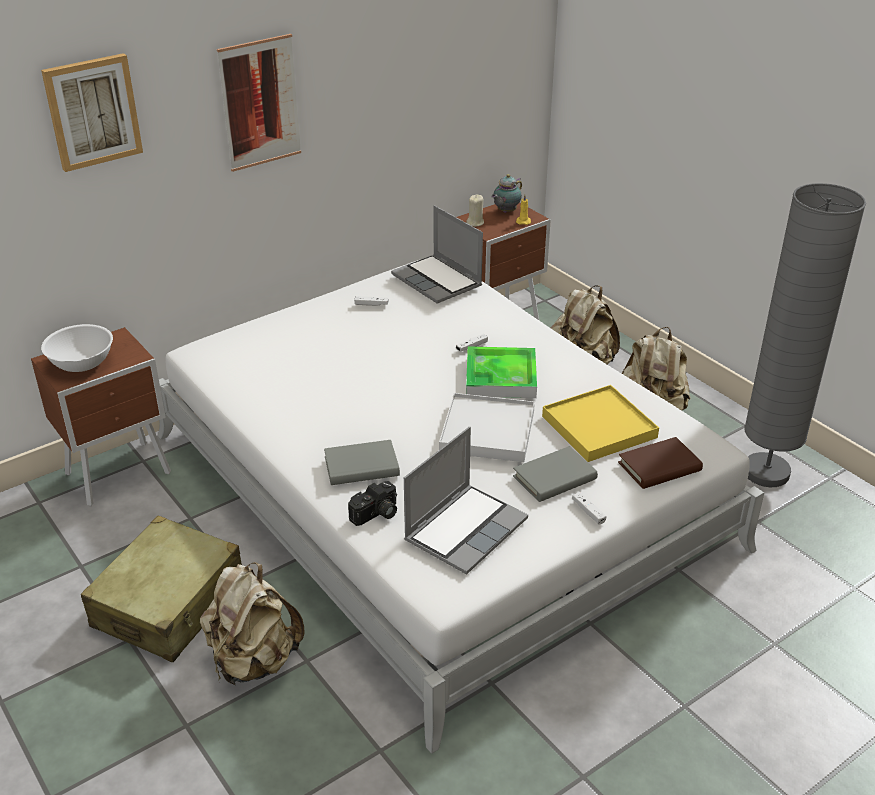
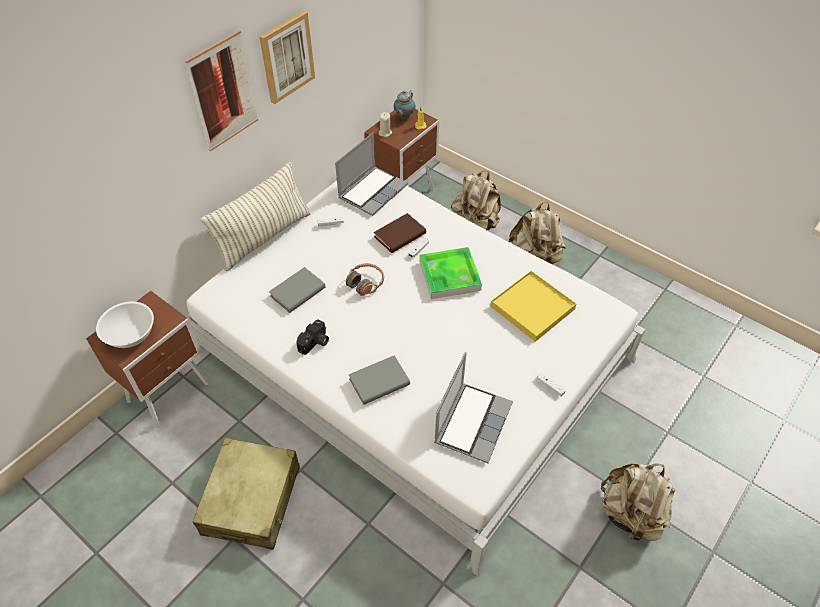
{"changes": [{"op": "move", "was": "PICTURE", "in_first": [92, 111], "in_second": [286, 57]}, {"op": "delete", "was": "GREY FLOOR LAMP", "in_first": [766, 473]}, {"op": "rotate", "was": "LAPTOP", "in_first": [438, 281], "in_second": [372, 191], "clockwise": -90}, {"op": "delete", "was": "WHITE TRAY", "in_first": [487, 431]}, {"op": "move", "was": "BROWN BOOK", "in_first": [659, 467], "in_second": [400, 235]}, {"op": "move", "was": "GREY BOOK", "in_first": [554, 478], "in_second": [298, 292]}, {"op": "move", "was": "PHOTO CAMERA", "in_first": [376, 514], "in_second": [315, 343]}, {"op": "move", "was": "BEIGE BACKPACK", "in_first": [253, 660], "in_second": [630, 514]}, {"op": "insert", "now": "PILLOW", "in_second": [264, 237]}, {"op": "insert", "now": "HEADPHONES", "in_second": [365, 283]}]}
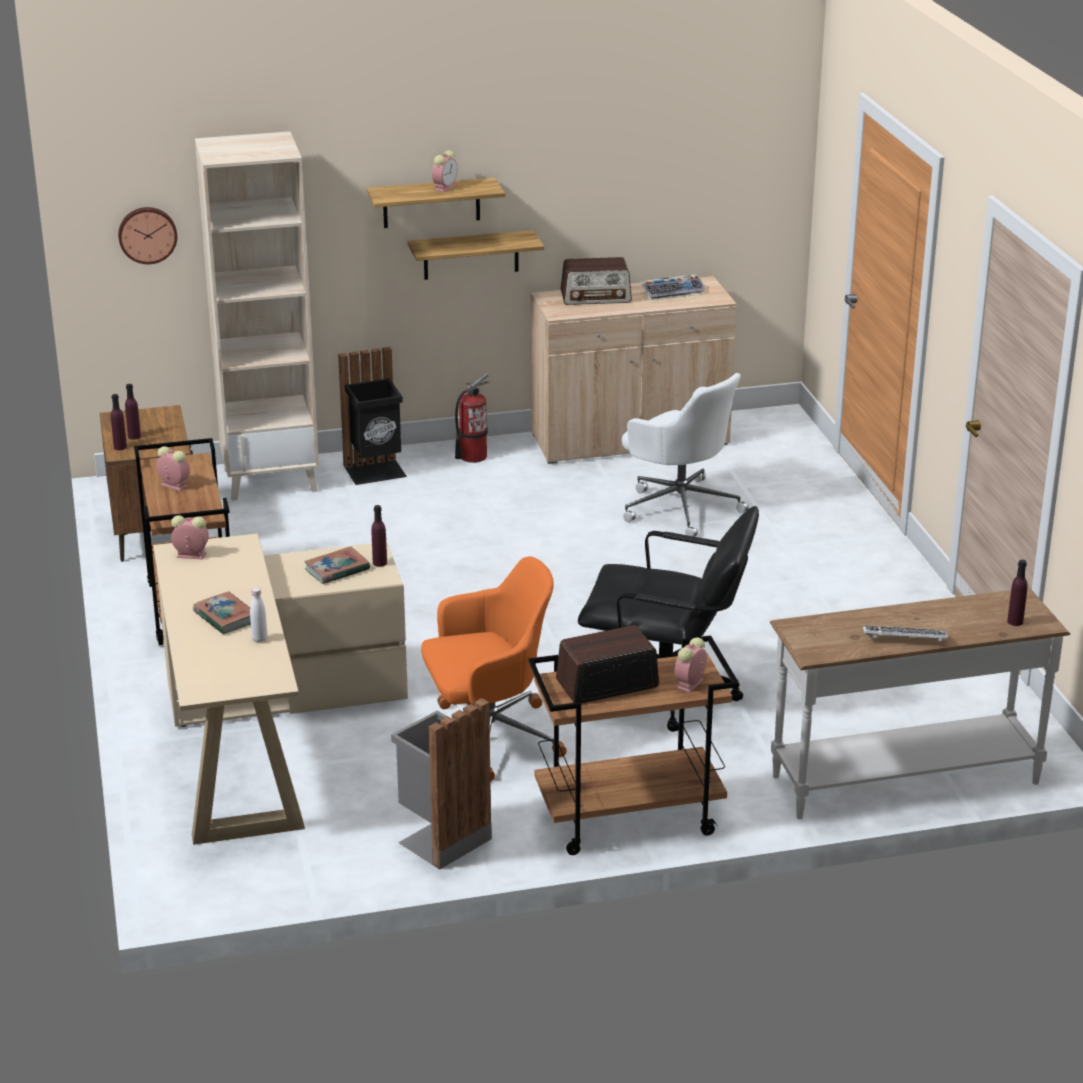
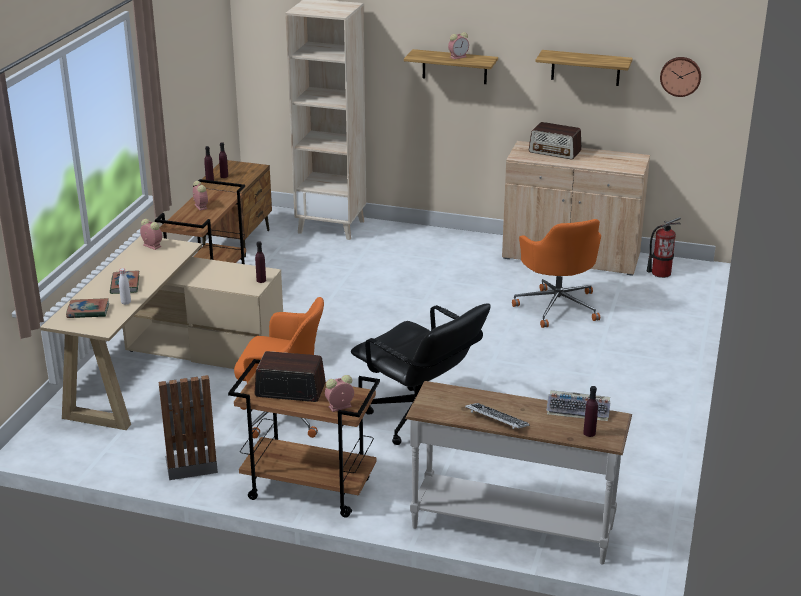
{"changes": [{"op": "move", "was": "WALL CLOCK", "in_first": [147, 234], "in_second": [680, 76]}, {"op": "move", "was": "SHELF", "in_first": [471, 255], "in_second": [585, 68]}, {"op": "move", "was": "KEYBOARD", "in_first": [673, 292], "in_second": [579, 410]}, {"op": "delete", "was": "BLACK TRASH CAN", "in_first": [376, 472]}, {"op": "move", "was": "FIRE EXTINGUISHER", "in_first": [472, 456], "in_second": [660, 273]}, {"op": "recolor", "was": "WHITE OFFICE CHAIR", "now": "ORANGE OFFICE CHAIR", "in_first": [680, 507], "in_second": [557, 306]}, {"op": "move", "was": "BOOK", "in_first": [337, 569], "in_second": [88, 311]}]}
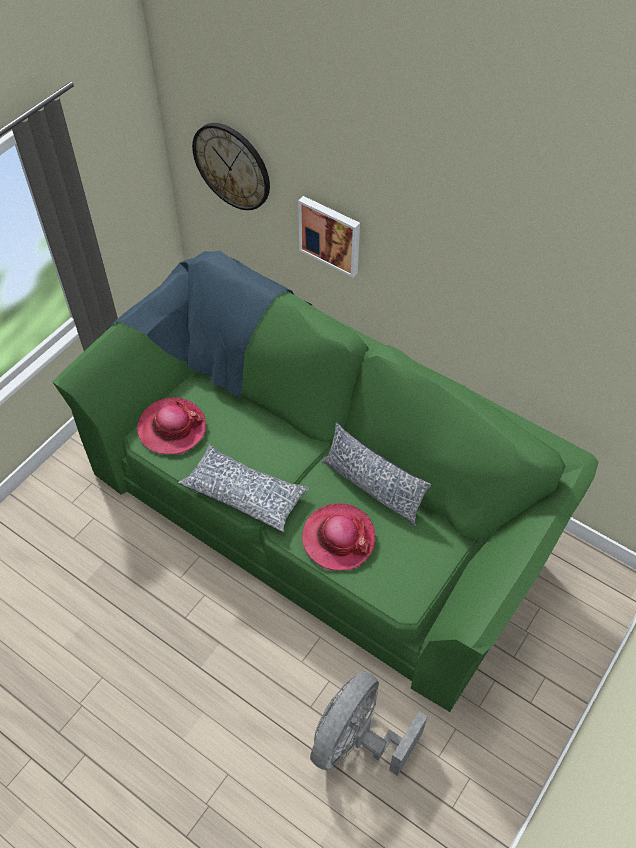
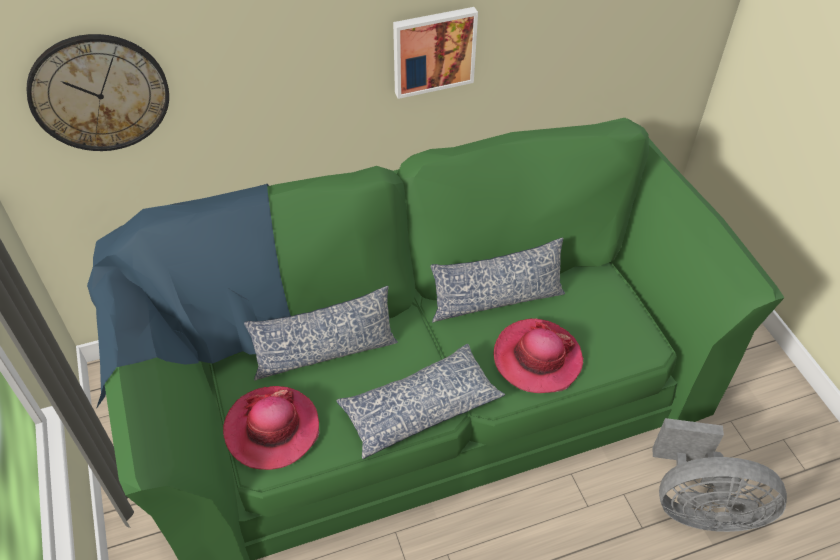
{"changes": [{"op": "move", "was": "PICTURE", "in_first": [330, 235], "in_second": [433, 51]}, {"op": "rotate", "was": "GREY FAN", "in_first": [357, 740], "in_second": [700, 507], "clockwise": -60}, {"op": "insert", "now": "PILLOW", "in_second": [325, 353]}]}
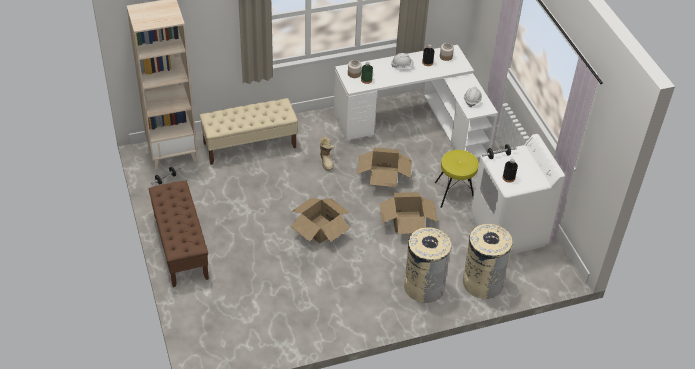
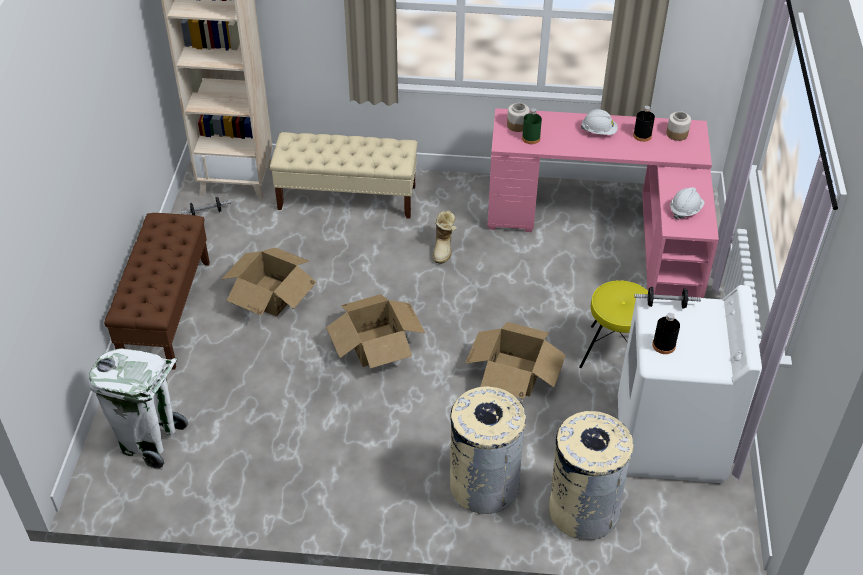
{"changes": [{"op": "recolor", "was": "WHITE DESK", "now": "PINK DESK", "in_first": [416, 123], "in_second": [611, 231]}, {"op": "move", "was": "CARDBOARD BOX", "in_first": [384, 176], "in_second": [271, 295]}, {"op": "insert", "now": "WHITE TRASH CAN", "in_second": [150, 440]}]}
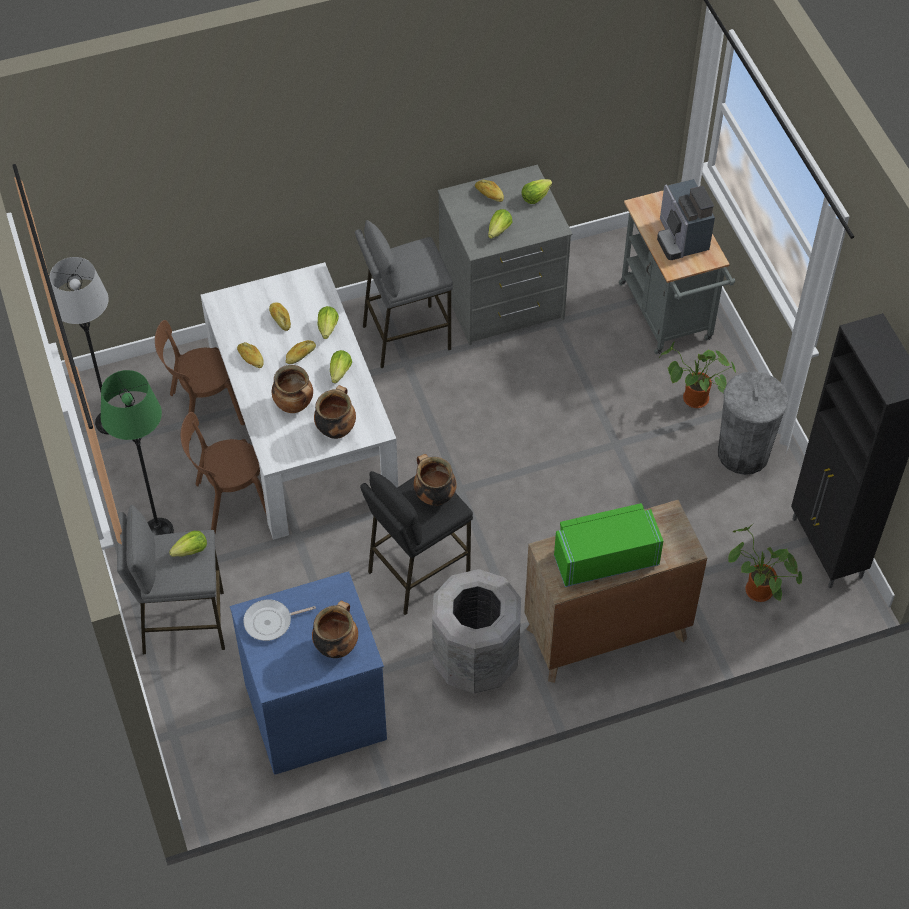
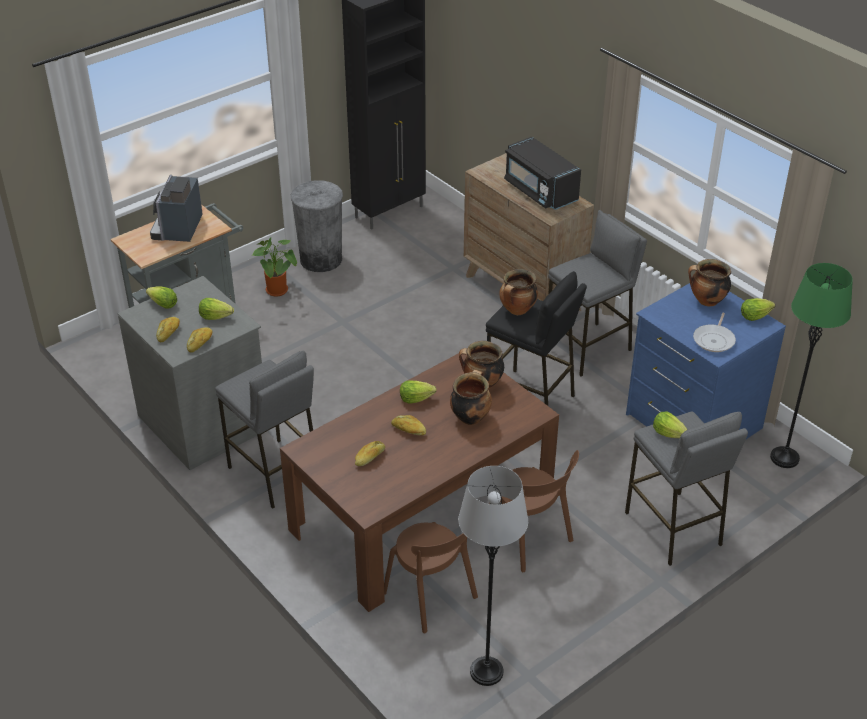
{"changes": [{"op": "rotate", "was": "COFFEE MACHINE", "in_first": [681, 238], "in_second": [178, 229], "clockwise": 135}, {"op": "recolor", "was": "WHITE DINING TABLE", "now": "BROWN DINING TABLE", "in_first": [302, 431], "in_second": [422, 513]}, {"op": "move", "was": "LETTUCE", "in_first": [328, 328], "in_second": [754, 316]}, {"op": "move", "was": "BREAD", "in_first": [250, 358], "in_second": [200, 343]}, {"op": "move", "was": "GREEN FLOOR LAMP", "in_first": [158, 531], "in_second": [784, 458]}, {"op": "recolor", "was": "GREEN MICROWAVE", "now": "BLACK MICROWAVE", "in_first": [605, 559], "in_second": [539, 191]}, {"op": "delete", "was": "POTTED PLANT", "in_first": [755, 591]}, {"op": "replace", "was": "GREY TRASH CAN", "now": "GREY STOOL", "in_first": [475, 661], "in_second": [589, 349]}, {"op": "rotate", "was": "FRYING PAN", "in_first": [271, 622], "in_second": [714, 340], "clockwise": 60}]}
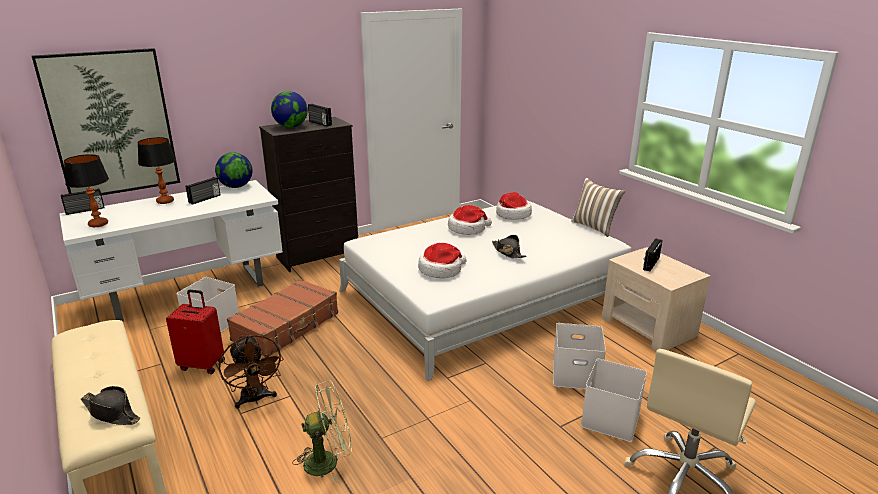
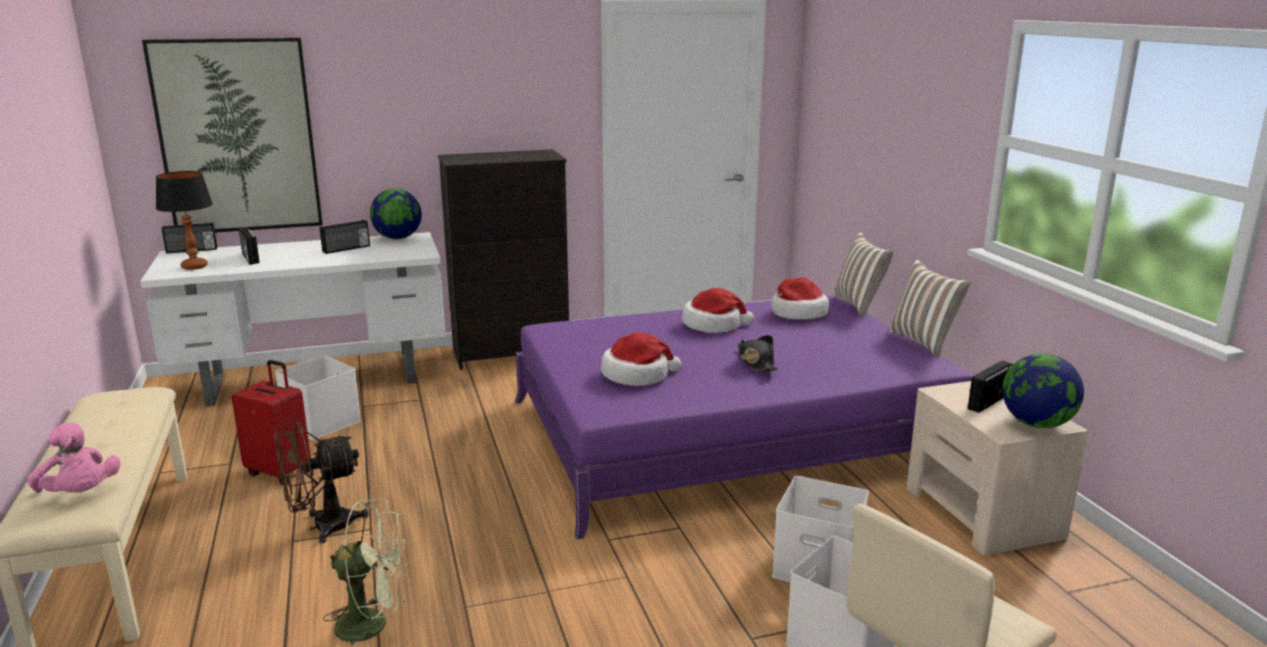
{"changes": [{"op": "move", "was": "GLOBE", "in_first": [291, 127], "in_second": [1036, 424]}, {"op": "move", "was": "RADIO", "in_first": [319, 123], "in_second": [249, 258]}, {"op": "delete", "was": "TABLE LAMP", "in_first": [165, 201]}, {"op": "recolor", "was": "WHITE BED", "now": "PURPLE BED", "in_first": [484, 296], "in_second": [727, 433]}, {"op": "delete", "was": "BROWN SUITCASE", "in_first": [287, 327]}, {"op": "rotate", "was": "BROWN FAN", "in_first": [255, 399], "in_second": [322, 527], "clockwise": 75}, {"op": "replace", "was": "BLACK HAT", "now": "PINK PLUSH TOY", "in_first": [112, 413], "in_second": [80, 494]}, {"op": "insert", "now": "PILLOW", "in_second": [859, 305]}]}
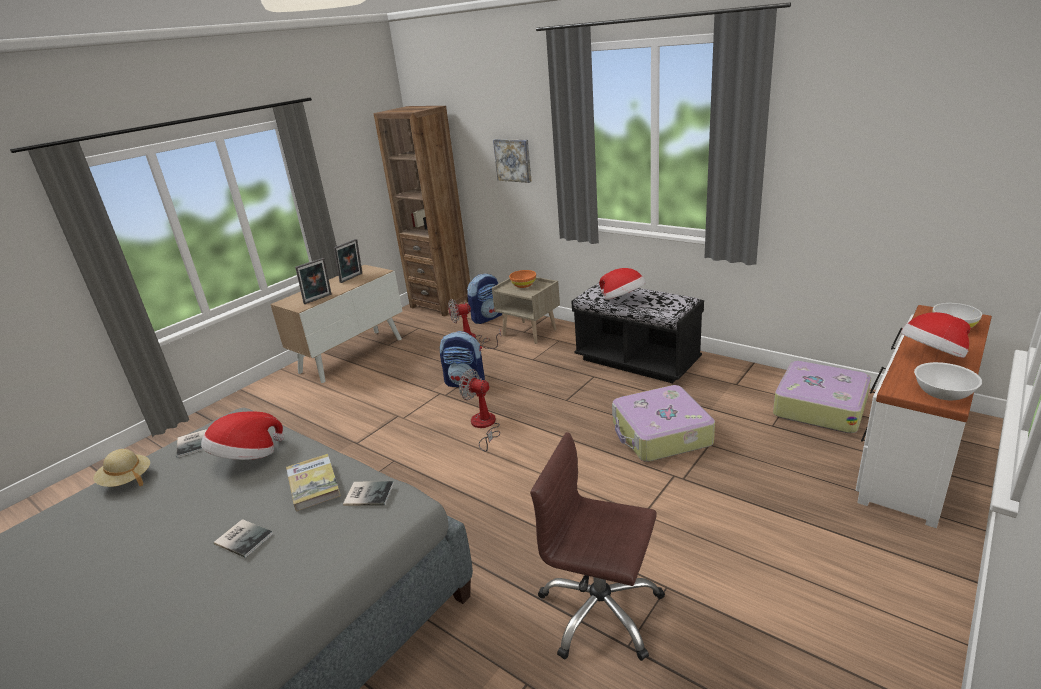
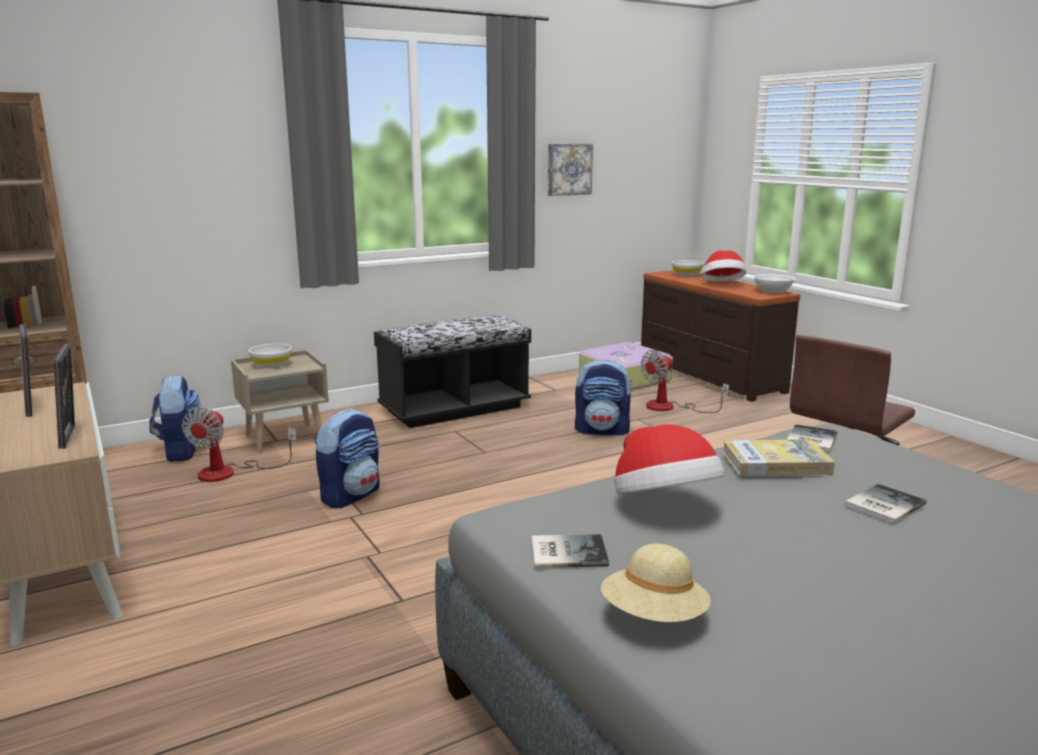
{"changes": [{"op": "move", "was": "PICTURE", "in_first": [513, 160], "in_second": [568, 169]}, {"op": "delete", "was": "HAT", "in_first": [623, 299]}, {"op": "recolor", "was": "ORANGE BOWL", "now": "WHITE BOWL", "in_first": [523, 285], "in_second": [271, 365]}, {"op": "recolor", "was": "WHITE DRESSER", "now": "BROWN DRESSER", "in_first": [912, 454], "in_second": [708, 376]}, {"op": "move", "was": "FAN", "in_first": [484, 426], "in_second": [670, 407]}, {"op": "replace", "was": "SUITCASE", "now": "BACKPACK", "in_first": [660, 434], "in_second": [602, 430]}]}
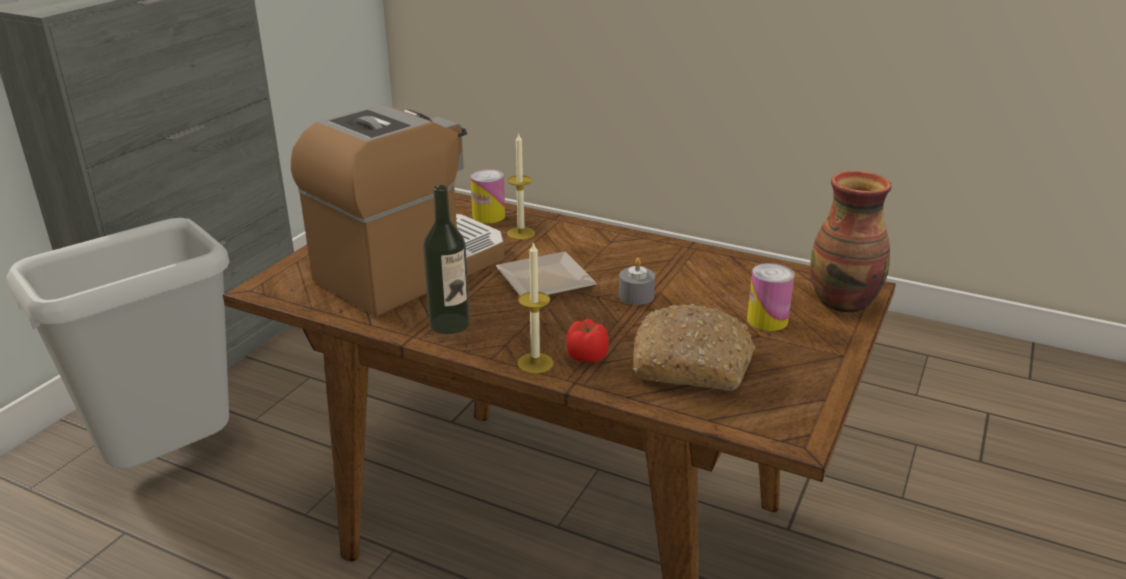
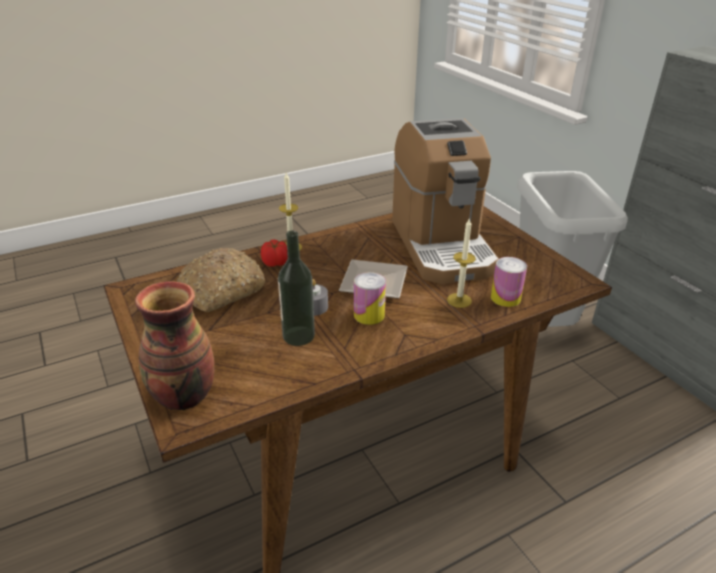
{"changes": [{"op": "move", "was": "BOTTLE", "in_first": [449, 324], "in_second": [298, 336]}, {"op": "move", "was": "CAN", "in_first": [767, 320], "in_second": [369, 315]}]}
